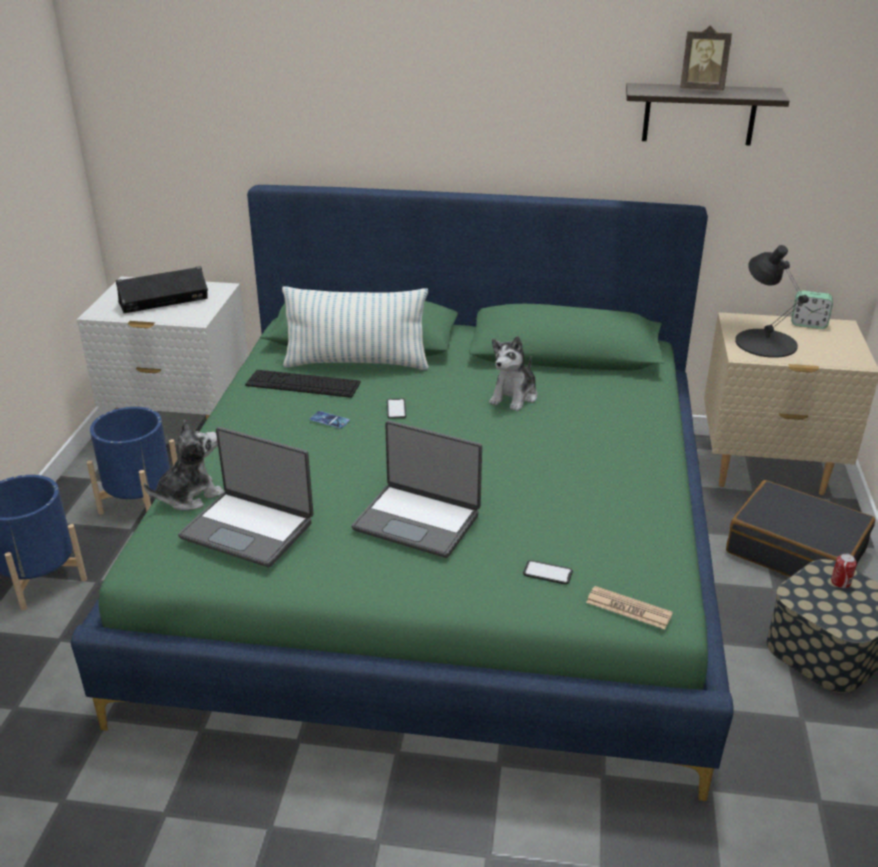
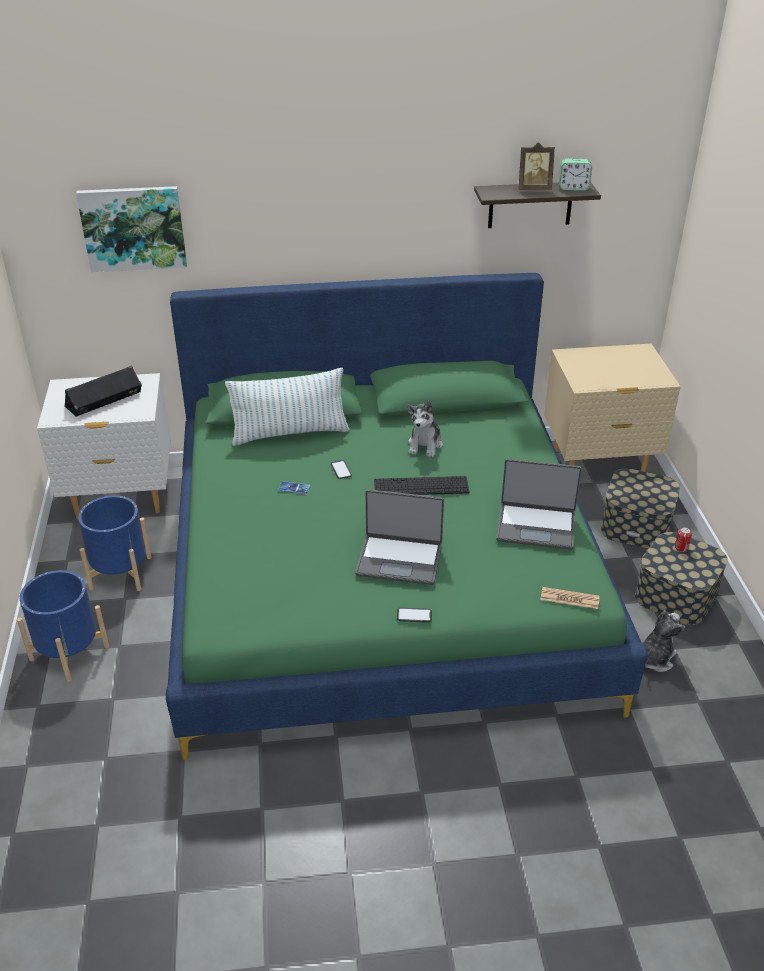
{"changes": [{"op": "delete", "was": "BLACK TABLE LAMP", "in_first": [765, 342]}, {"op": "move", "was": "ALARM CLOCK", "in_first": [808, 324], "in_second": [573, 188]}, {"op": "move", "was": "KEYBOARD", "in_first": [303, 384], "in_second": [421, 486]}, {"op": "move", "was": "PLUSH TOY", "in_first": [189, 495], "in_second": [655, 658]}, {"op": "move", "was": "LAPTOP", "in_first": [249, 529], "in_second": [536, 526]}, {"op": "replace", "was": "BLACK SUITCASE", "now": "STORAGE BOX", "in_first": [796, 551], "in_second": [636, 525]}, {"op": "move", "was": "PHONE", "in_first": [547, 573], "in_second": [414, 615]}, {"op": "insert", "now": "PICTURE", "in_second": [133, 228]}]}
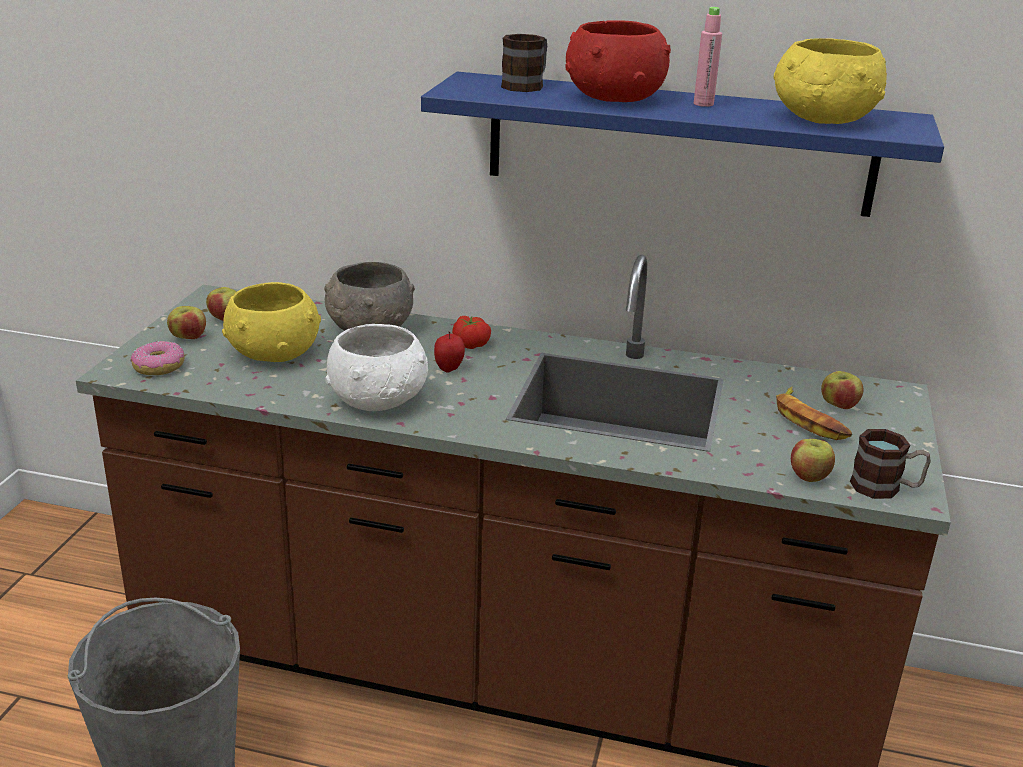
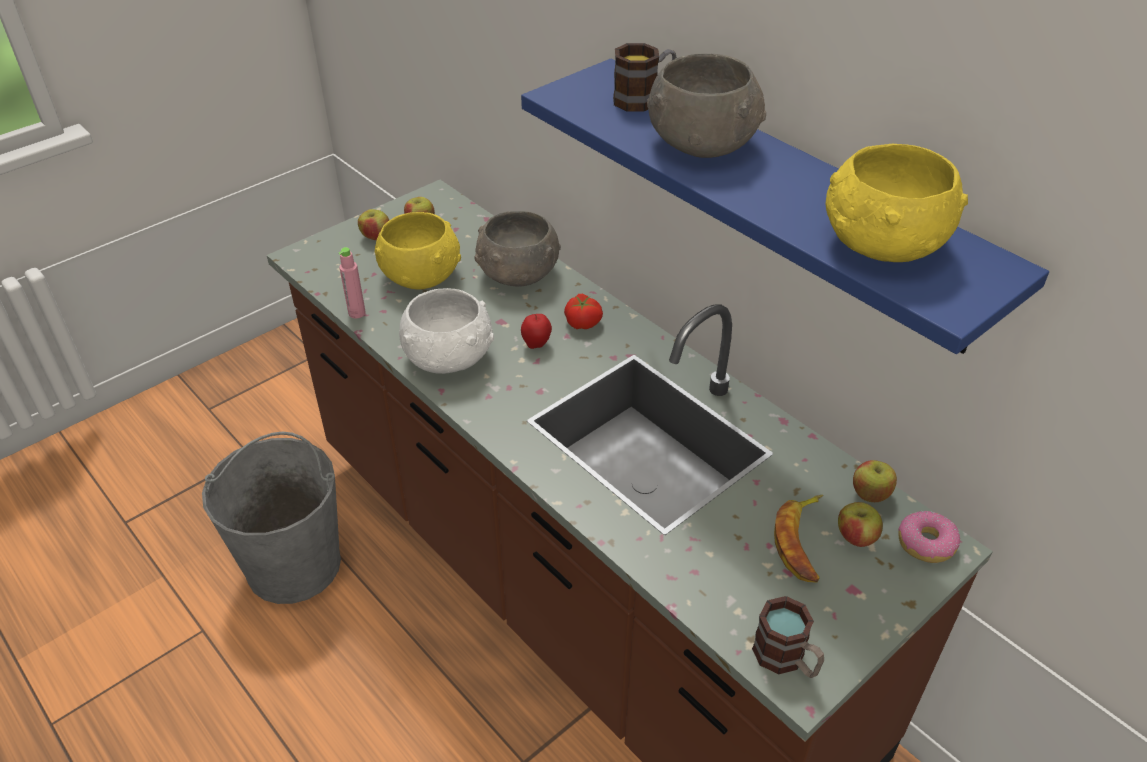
{"changes": [{"op": "move", "was": "PINK BOTTLE", "in_first": [703, 104], "in_second": [357, 313]}, {"op": "recolor", "was": "RED BOWL", "now": "GREY BOWL", "in_first": [614, 97], "in_second": [702, 143]}, {"op": "move", "was": "DONUT", "in_first": [159, 367], "in_second": [926, 543]}, {"op": "move", "was": "APPLE", "in_first": [808, 477], "in_second": [870, 494]}]}
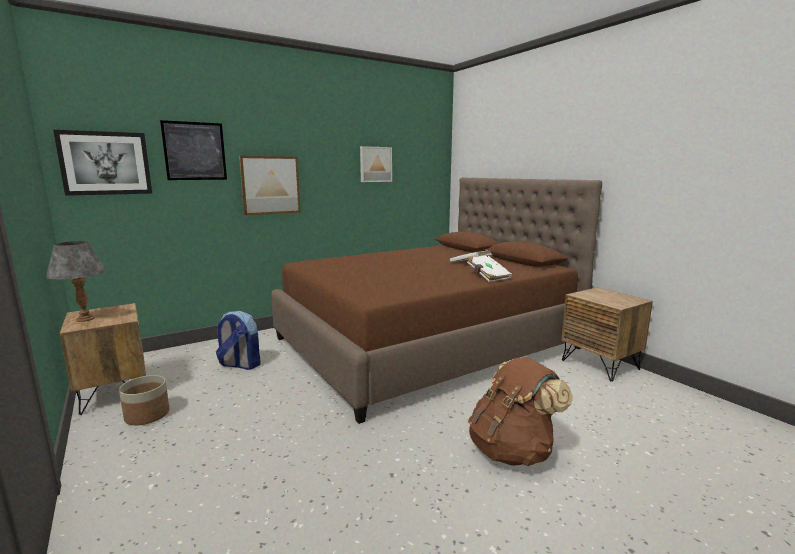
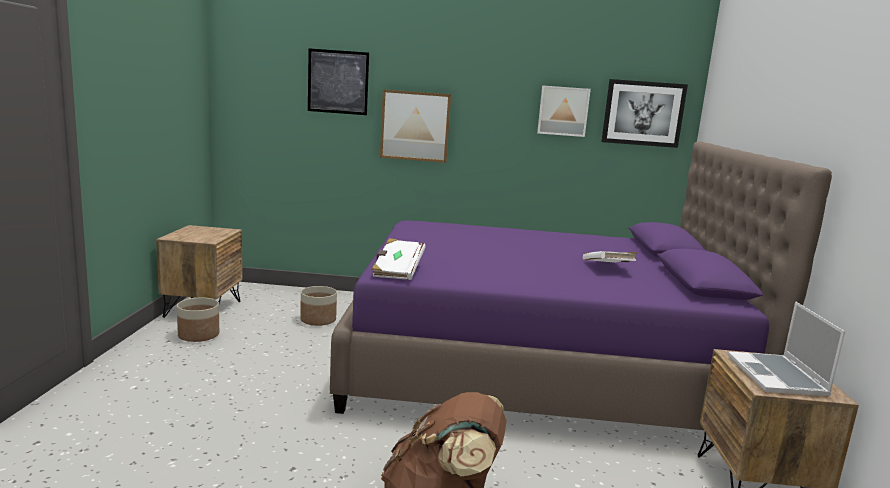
{"changes": [{"op": "move", "was": "PICTURE", "in_first": [105, 163], "in_second": [643, 113]}, {"op": "recolor", "was": "BROWN BED", "now": "PURPLE BED", "in_first": [426, 343], "in_second": [535, 365]}, {"op": "delete", "was": "GREY TABLE LAMP", "in_first": [85, 319]}, {"op": "move", "was": "WHITE BOOK", "in_first": [487, 276], "in_second": [397, 271]}, {"op": "replace", "was": "BACKPACK", "now": "PLANTER", "in_first": [239, 365], "in_second": [318, 320]}, {"op": "insert", "now": "LAPTOP", "in_second": [777, 376]}]}
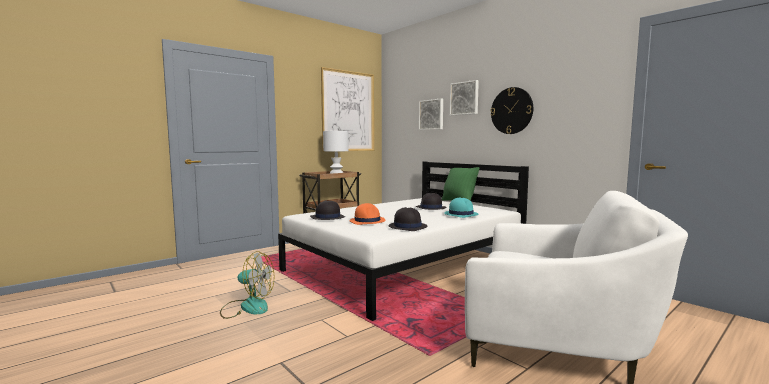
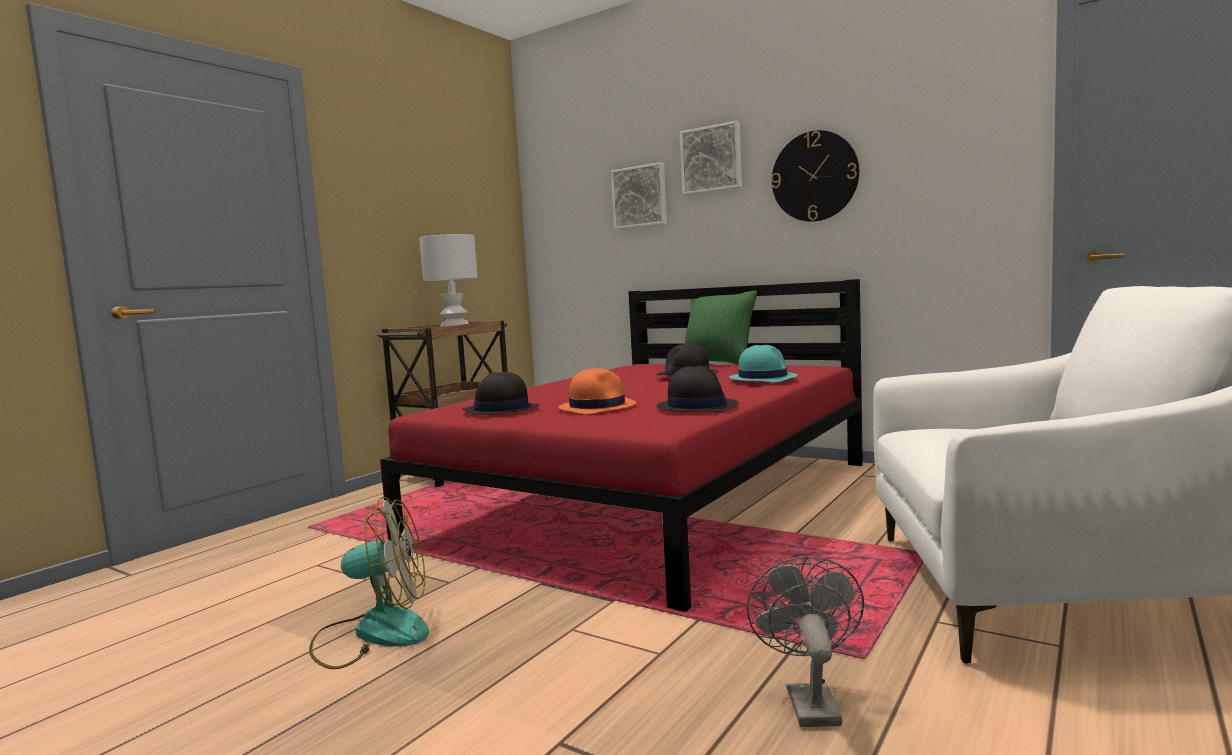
{"changes": [{"op": "delete", "was": "PICTURE", "in_first": [348, 111]}, {"op": "recolor", "was": "WHITE BED", "now": "RED BED", "in_first": [405, 267], "in_second": [655, 500]}, {"op": "insert", "now": "GREY FAN", "in_second": [809, 700]}]}
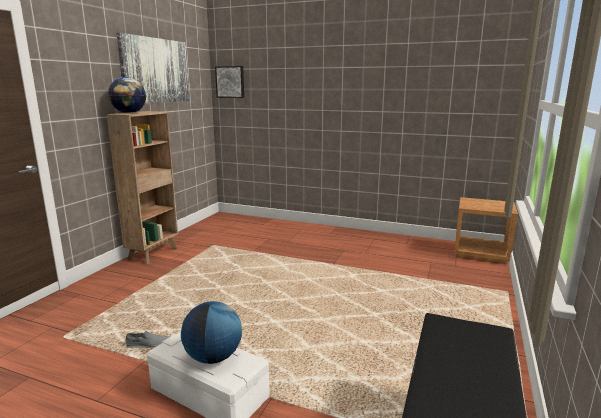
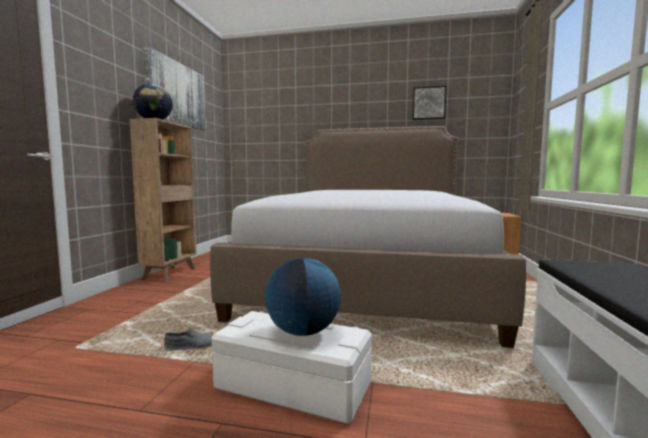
{"changes": [{"op": "move", "was": "PICTURE", "in_first": [230, 82], "in_second": [429, 103]}, {"op": "insert", "now": "BED", "in_second": [370, 278]}]}
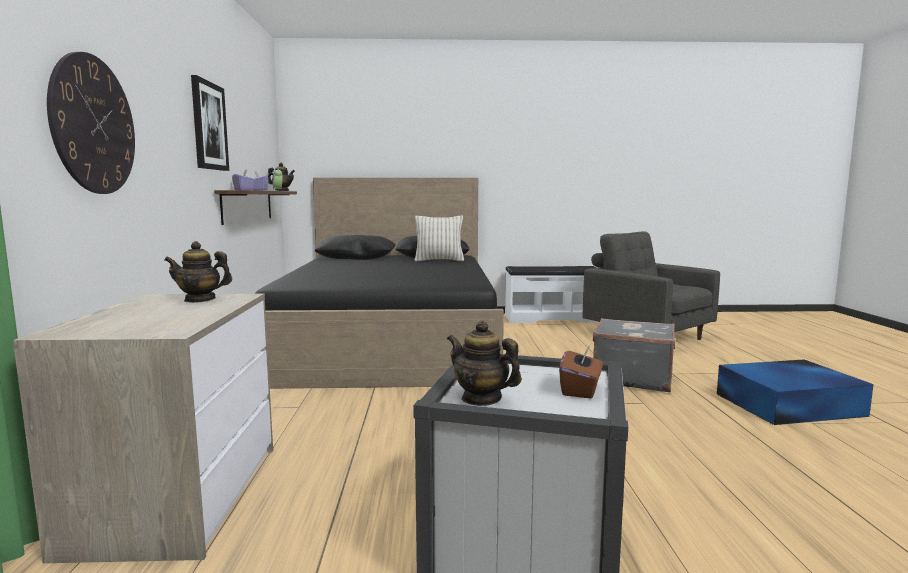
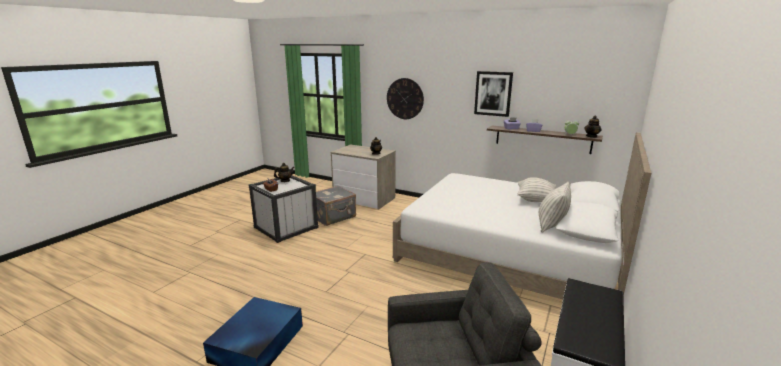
{"changes": [{"op": "recolor", "was": "BLACK BED", "now": "WHITE BED", "in_first": [390, 342], "in_second": [509, 253]}, {"op": "move", "was": "GREY SUITCASE", "in_first": [631, 378], "in_second": [333, 217]}, {"op": "insert", "now": "PILLOW", "in_second": [535, 200]}]}
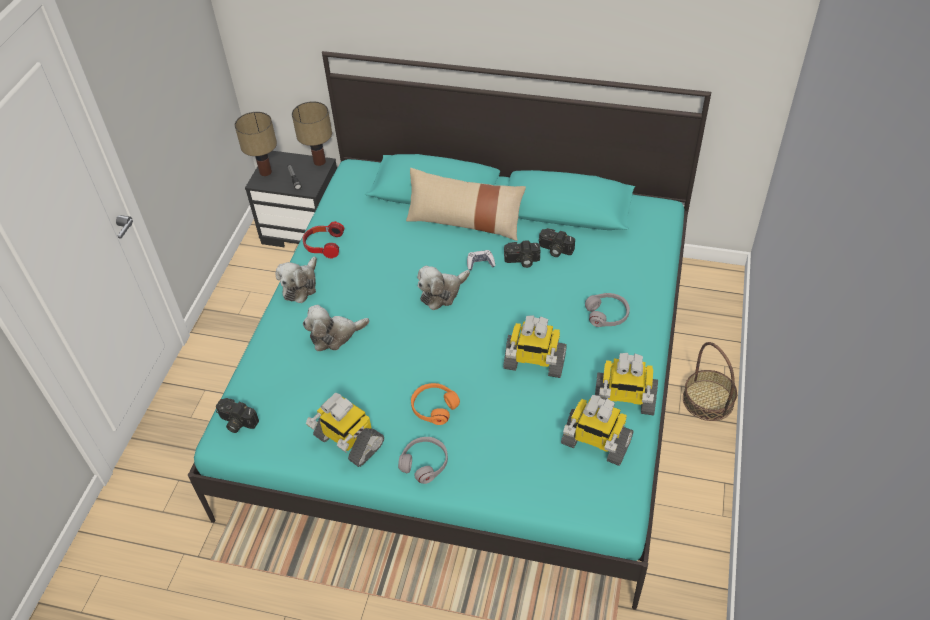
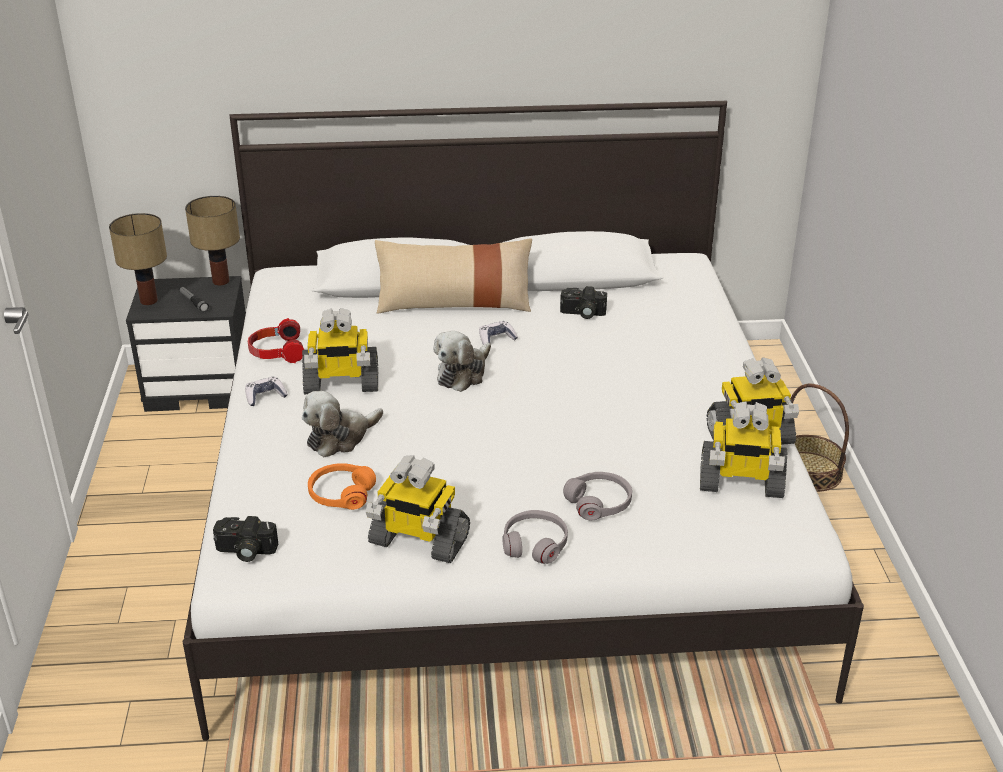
{"changes": [{"op": "recolor", "was": "TURQUOISE BED", "now": "WHITE BED", "in_first": [469, 377], "in_second": [502, 503]}, {"op": "delete", "was": "PHOTO CAMERA", "in_first": [522, 261]}, {"op": "replace", "was": "PLUSH TOY", "now": "GAME CONTROLLER", "in_first": [301, 286], "in_second": [265, 396]}, {"op": "move", "was": "GREY HEADPHONES", "in_first": [607, 314], "in_second": [599, 503]}, {"op": "move", "was": "TOY ROBOT", "in_first": [534, 362], "in_second": [341, 384]}, {"op": "move", "was": "ORANGE HEADPHONES", "in_first": [434, 407], "in_second": [341, 494]}]}
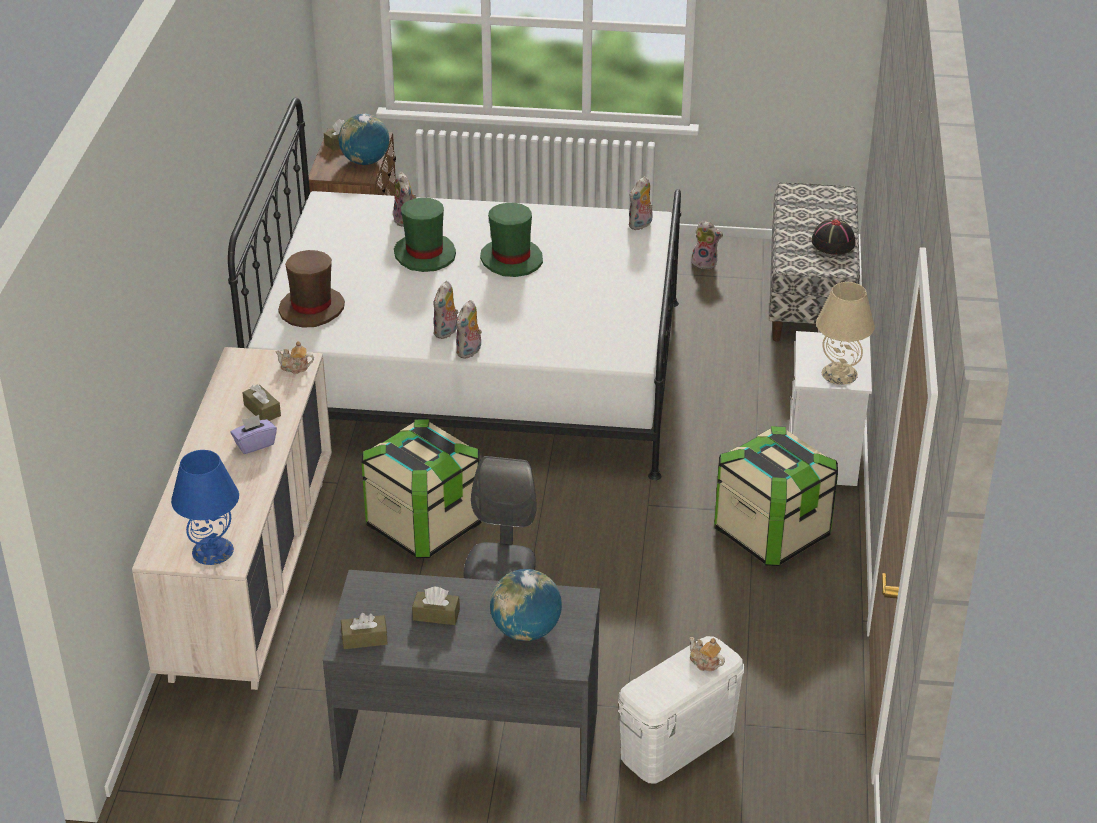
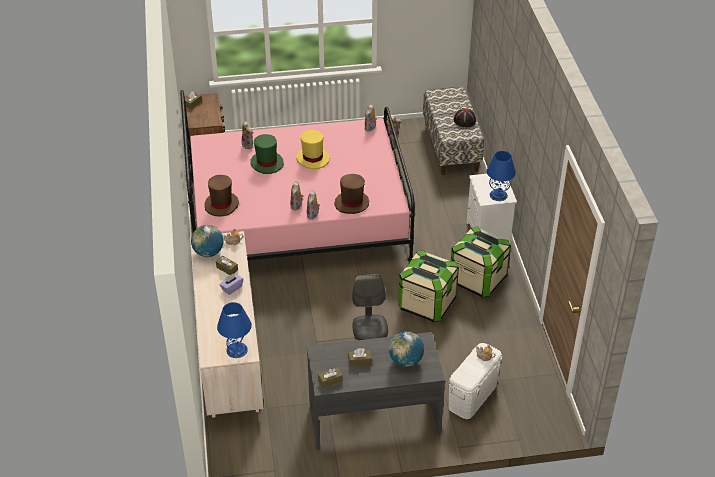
{"changes": [{"op": "recolor", "was": "WHITE BED", "now": "PINK BED", "in_first": [473, 372], "in_second": [298, 219]}, {"op": "move", "was": "GLOBE", "in_first": [365, 161], "in_second": [208, 252]}, {"op": "recolor", "was": "GREEN HAT", "now": "YELLOW HAT", "in_first": [511, 259], "in_second": [313, 159]}, {"op": "recolor", "was": "BEIGE TABLE LAMP", "now": "BLUE TABLE LAMP", "in_first": [839, 374], "in_second": [498, 195]}, {"op": "move", "was": "STORAGE BOX", "in_first": [424, 525], "in_second": [427, 303]}, {"op": "insert", "now": "BROWN HAT", "in_second": [352, 203]}]}
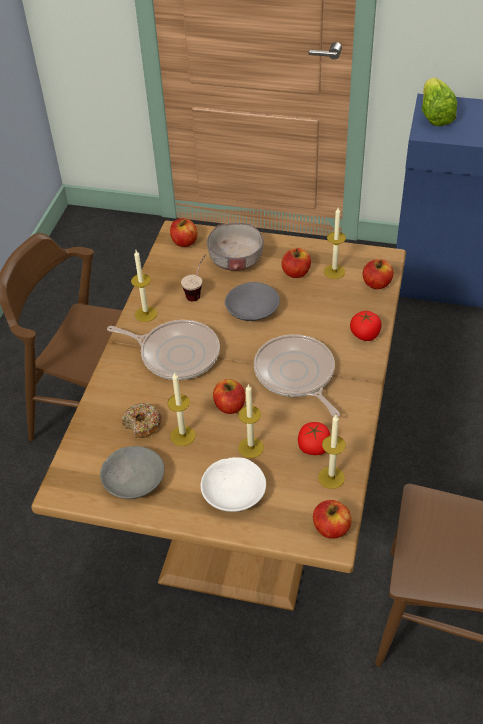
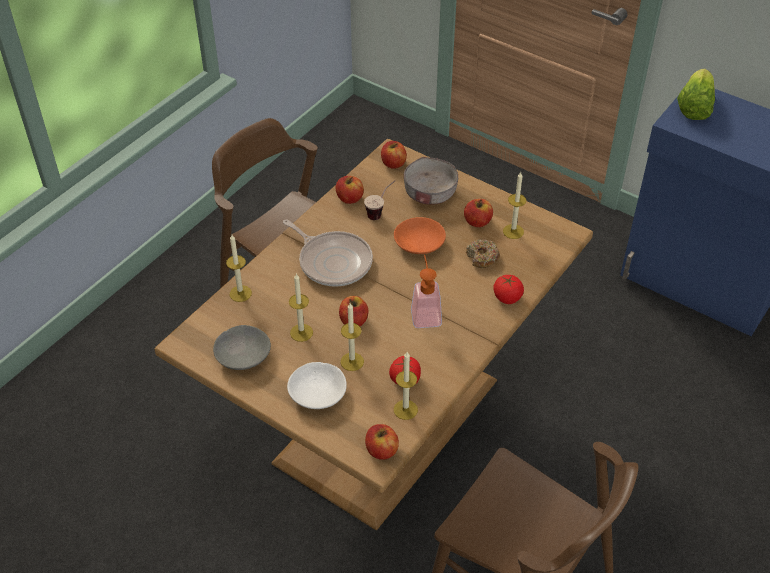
{"changes": [{"op": "move", "was": "CANDLE", "in_first": [146, 314], "in_second": [240, 293]}, {"op": "move", "was": "APPLE", "in_first": [376, 284], "in_second": [349, 198]}, {"op": "recolor", "was": "GREY BOWL", "now": "ORANGE BOWL", "in_first": [251, 310], "in_second": [418, 243]}, {"op": "replace", "was": "FRYING PAN", "now": "SOAP DISPENSER", "in_first": [296, 375], "in_second": [425, 313]}, {"op": "move", "was": "DONUT", "in_first": [142, 424], "in_second": [482, 257]}]}
